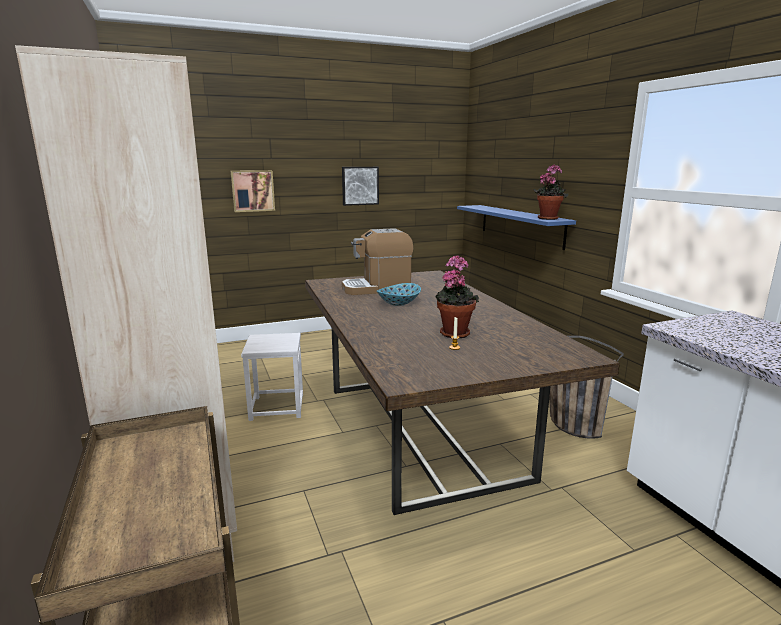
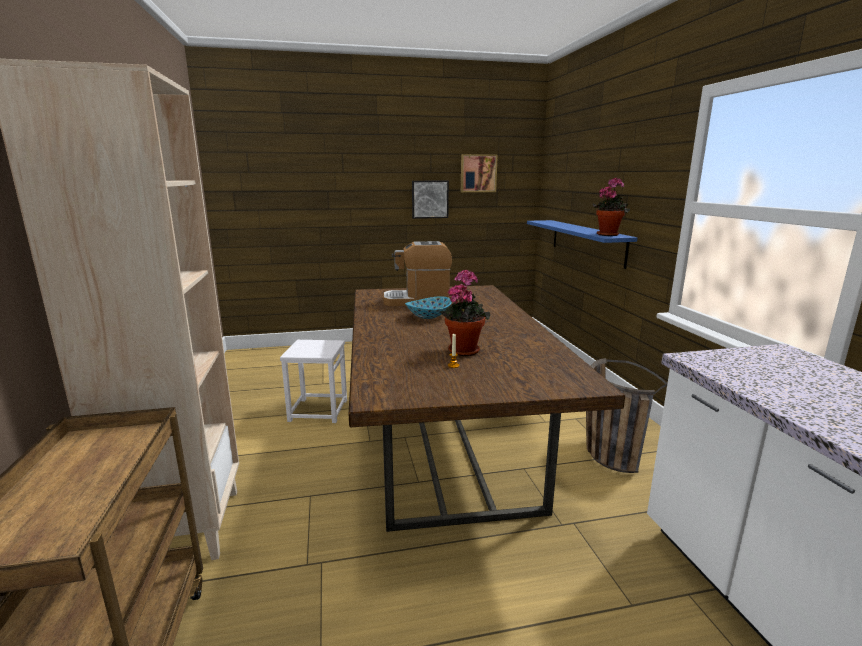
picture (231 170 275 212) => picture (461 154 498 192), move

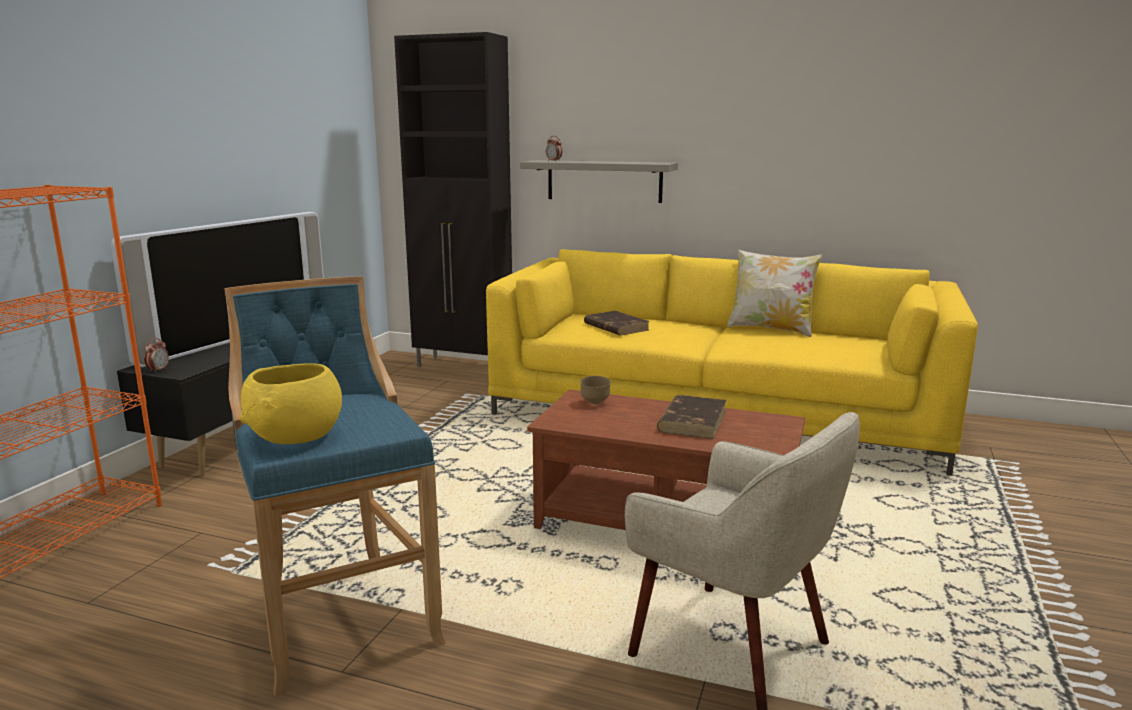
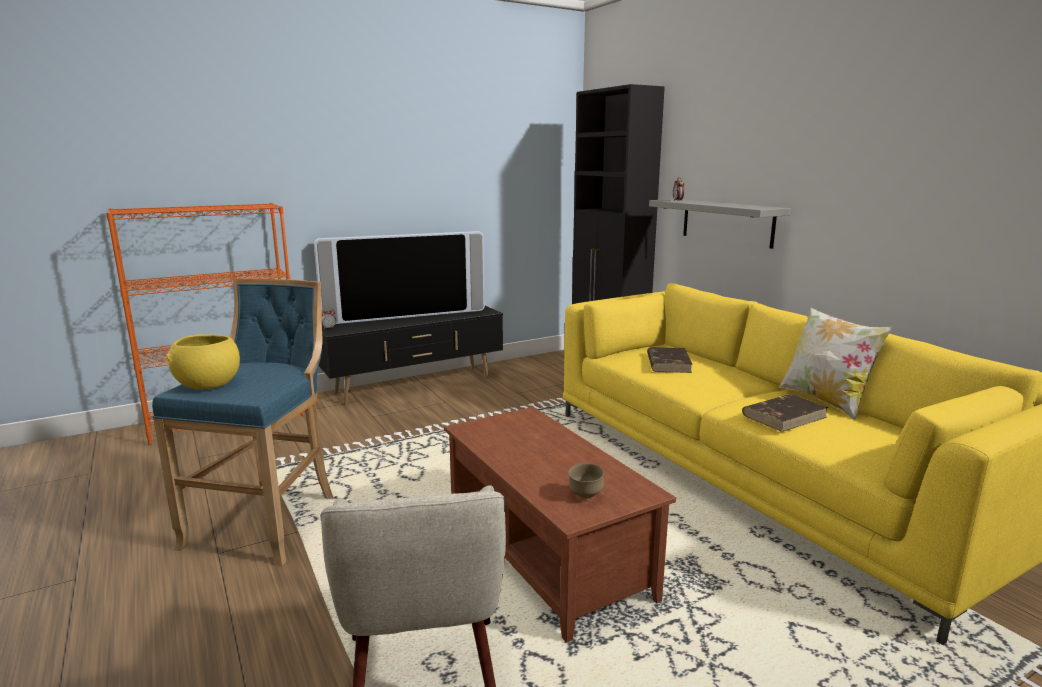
brown bowl (580 376 611 404) => brown bowl (568 463 604 499), move
brown book (657 395 726 439) => brown book (742 394 829 432), move

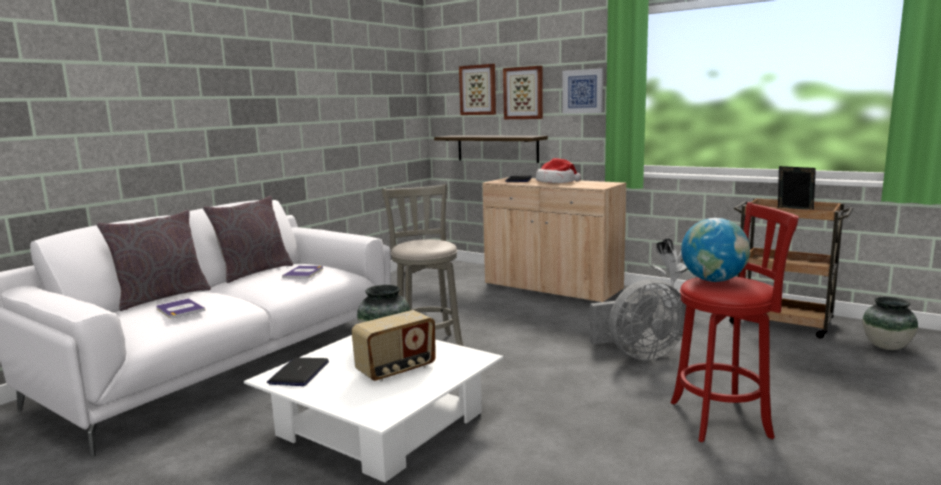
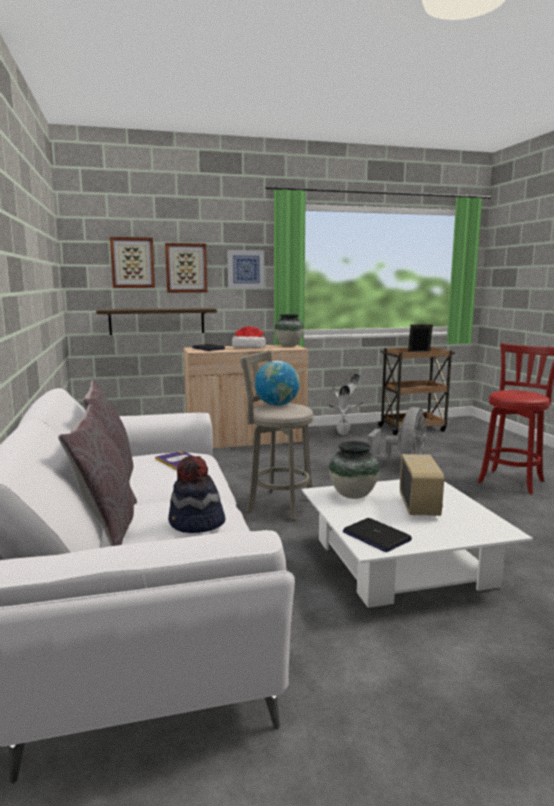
book (156 298 205 318) => hat (168 456 225 533)
globe (681 218 750 282) => globe (255 361 300 406), move
vase (863 297 918 350) => vase (274 314 304 347), move

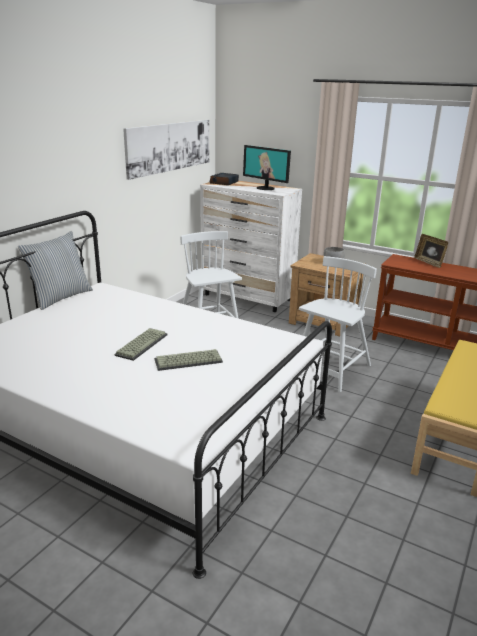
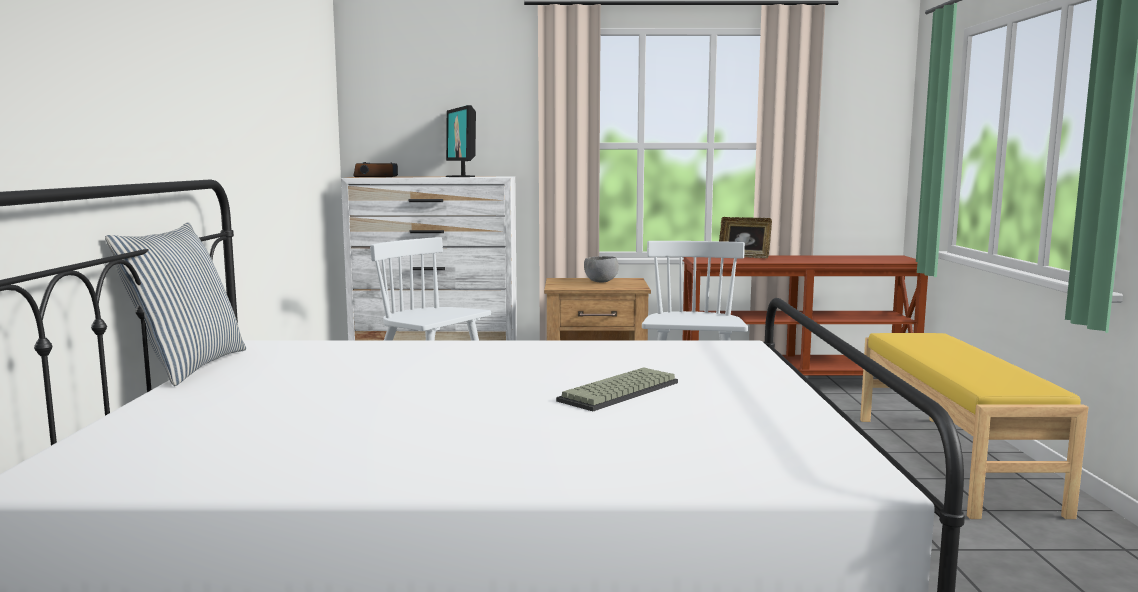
keyboard (115 328 168 361) => nothing
picture (123 120 209 180) => nothing
monitor (243 145 291 190) => monitor (446 105 476 177), 60 degrees clockwise

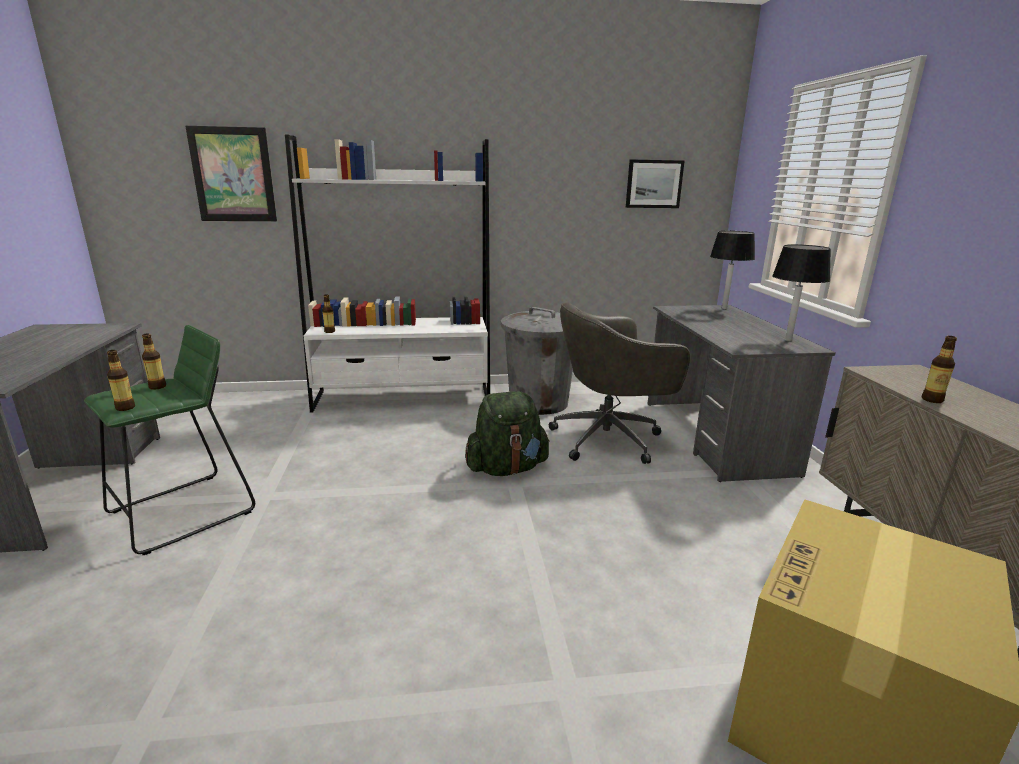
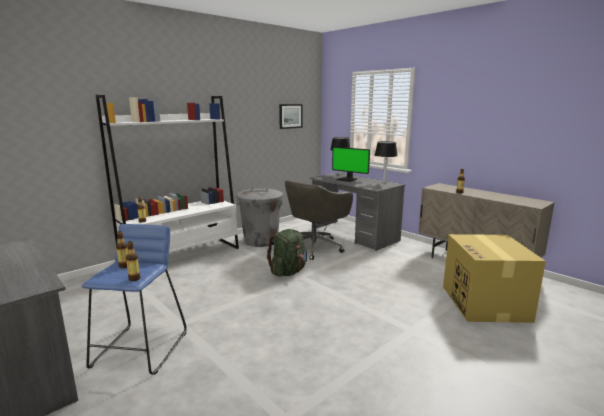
green stool (84 325 255 555) => blue stool (81 224 187 375)
picture (185 126 277 221) => nothing
nothing => monitor (332 147 370 182)

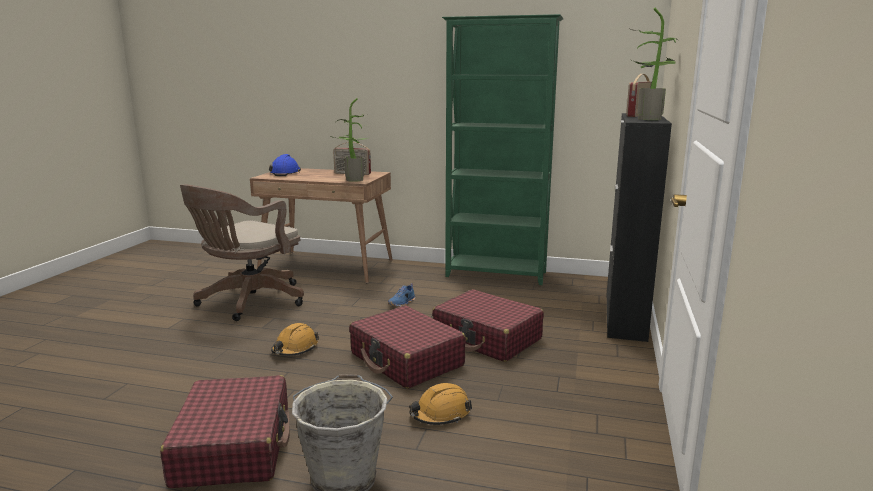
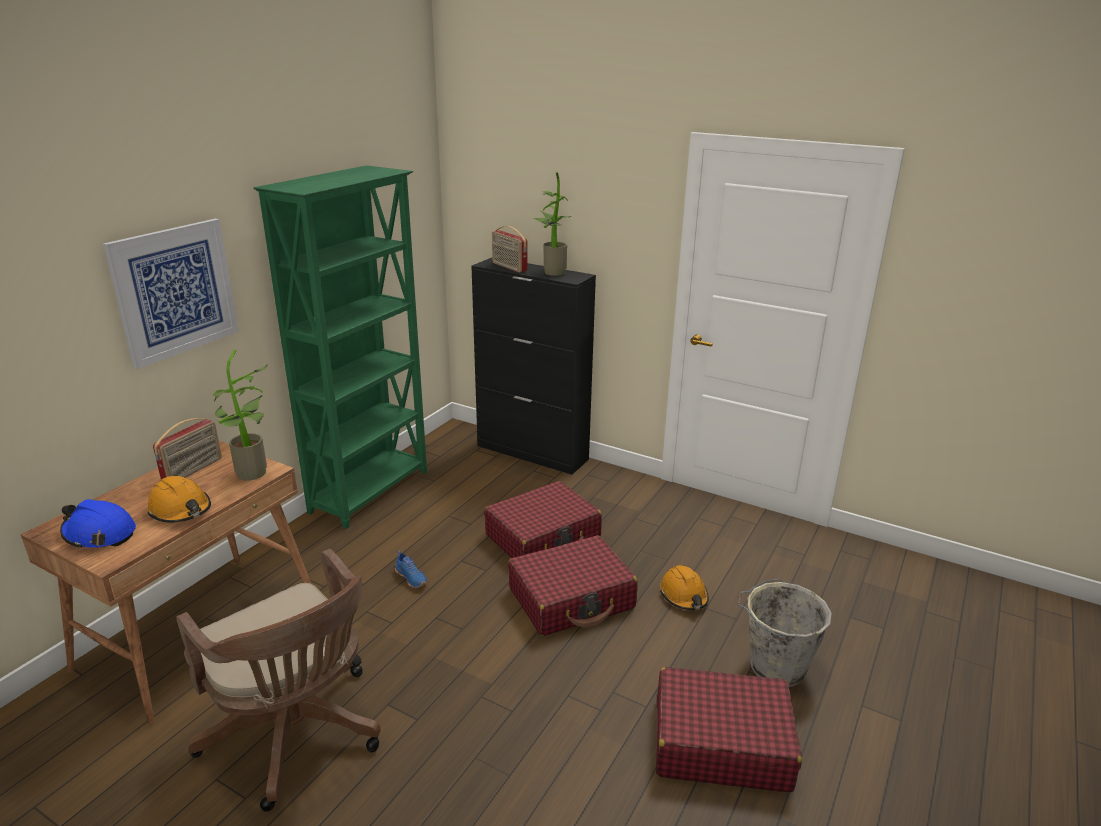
orange hard hat (271 323 319 356) => orange hard hat (148 476 211 523), move
nothing => picture (103 219 239 369)

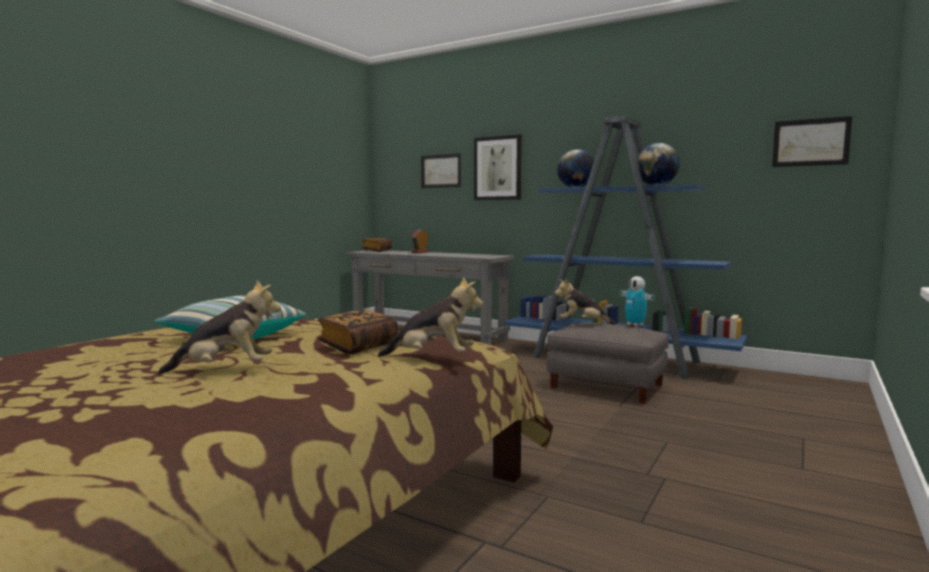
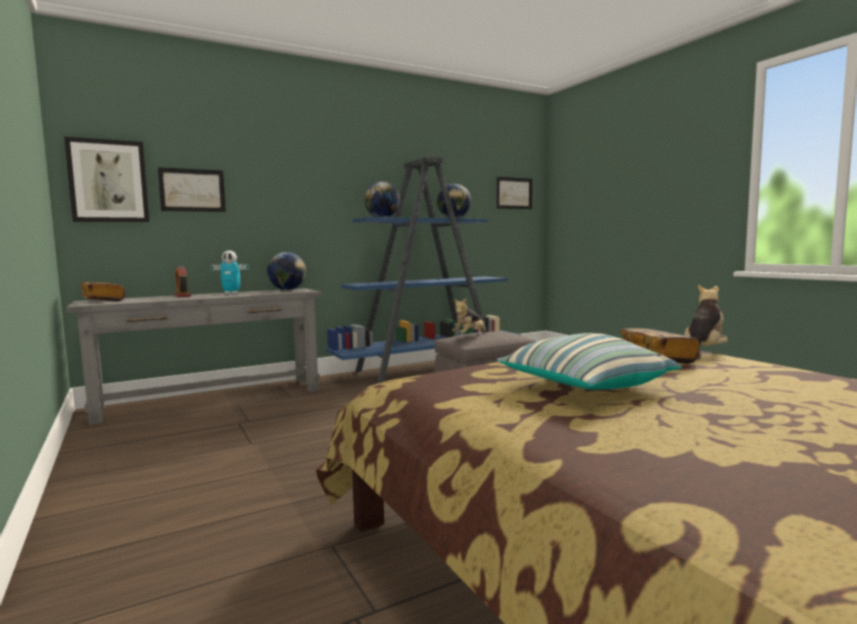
plush toy (158 280 281 374) => nothing
picture (474 134 522 200) => picture (64 136 149 222), move
toy robot (620 276 655 327) => toy robot (211 250 249 294), move
nothing => globe (267 252 306 290)

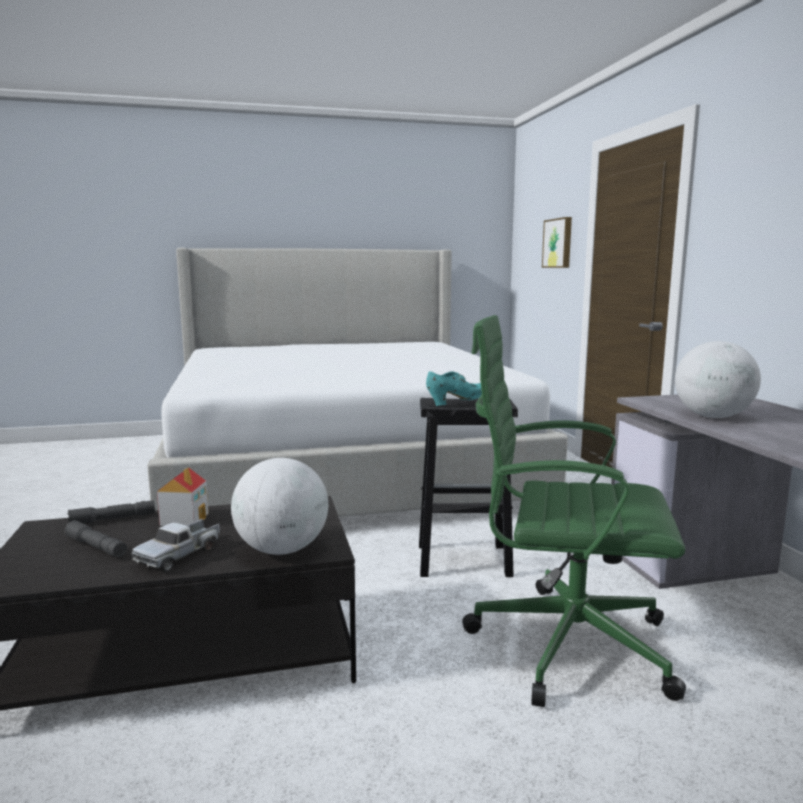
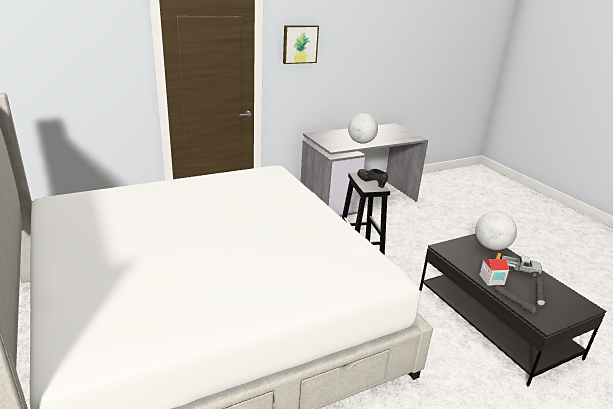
turquoise shoe (426 371 482 406) => black shoe (357 168 388 188)
green office chair (462 315 686 707) => nothing
picture (542 217 572 268) => picture (283 25 319 64), move

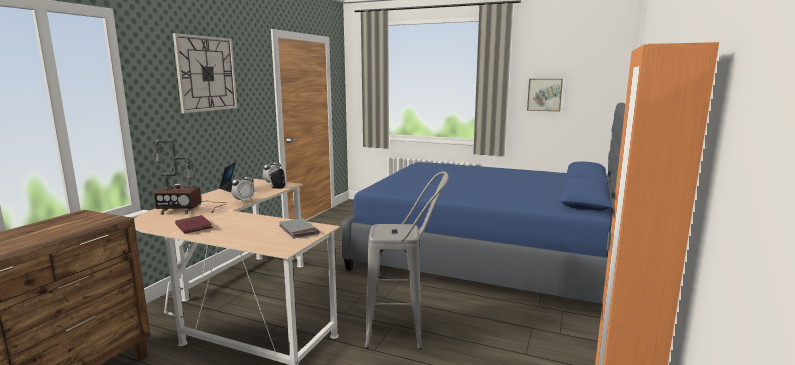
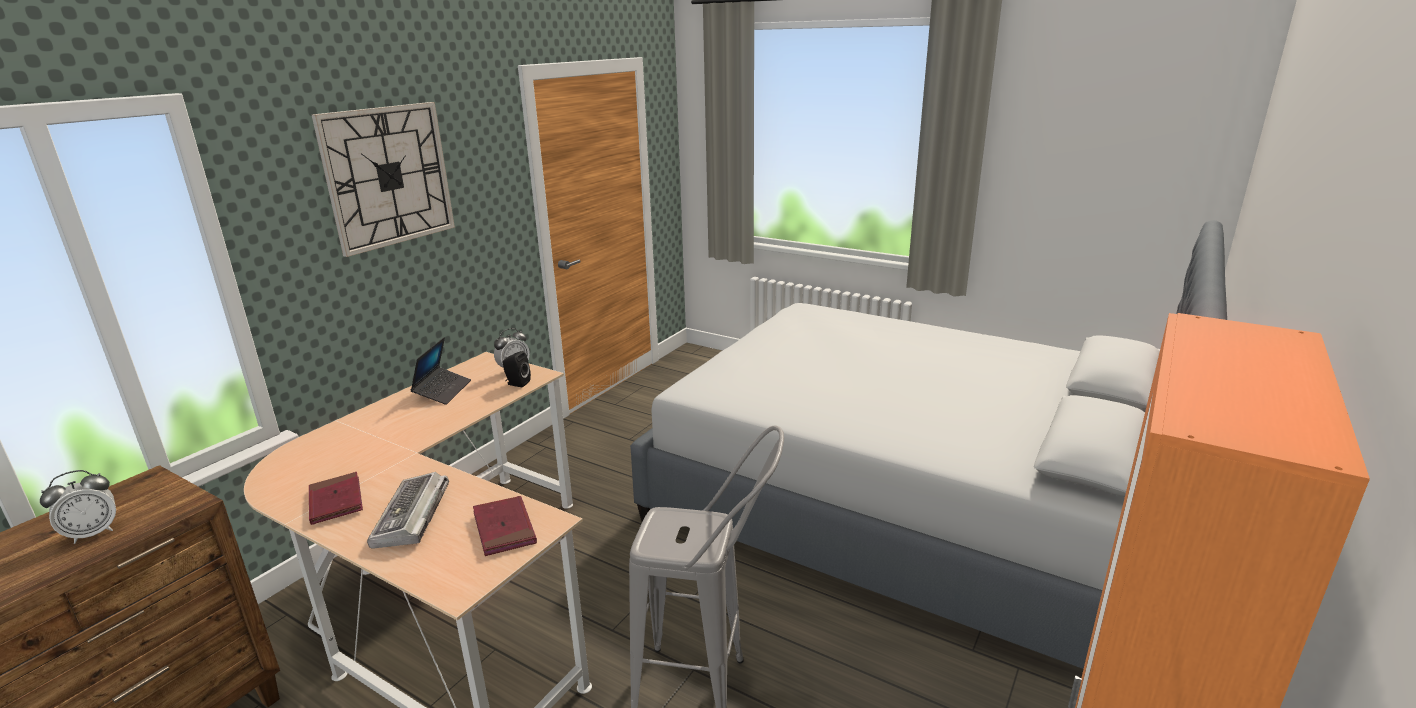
table lamp (150 139 226 215) => nothing
alarm clock (231 173 255 203) => alarm clock (40 470 116 544), move
grey book (278 218 319 239) => red book (473 496 537 556)
blue bed (341 103 625 304) => grey bed (630 220 1227 669)
picture (527 79 563 111) => nothing
nothing => keyboard (367 472 449 549)

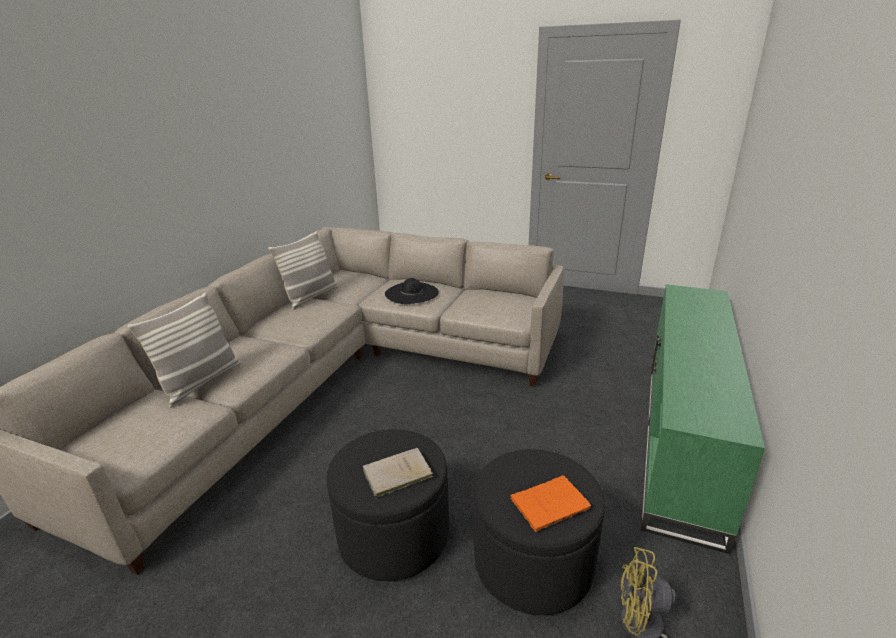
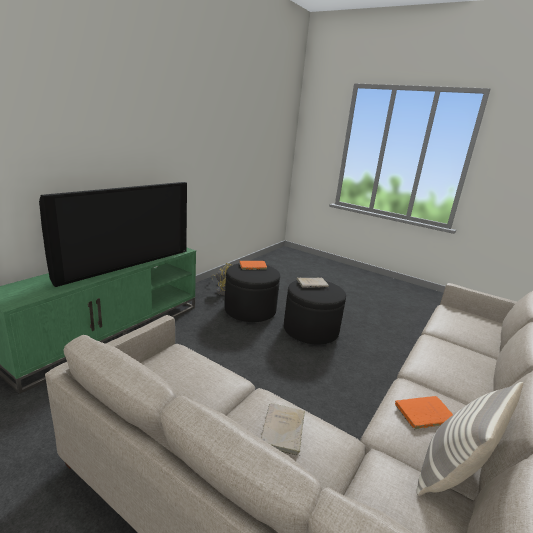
pillow (127 292 241 408) => nothing
black hat (385 278 439 304) => beige book (261 403 305 456)
nothing => television (39 182 187 287)
nothing => orange book (395 396 453 429)

